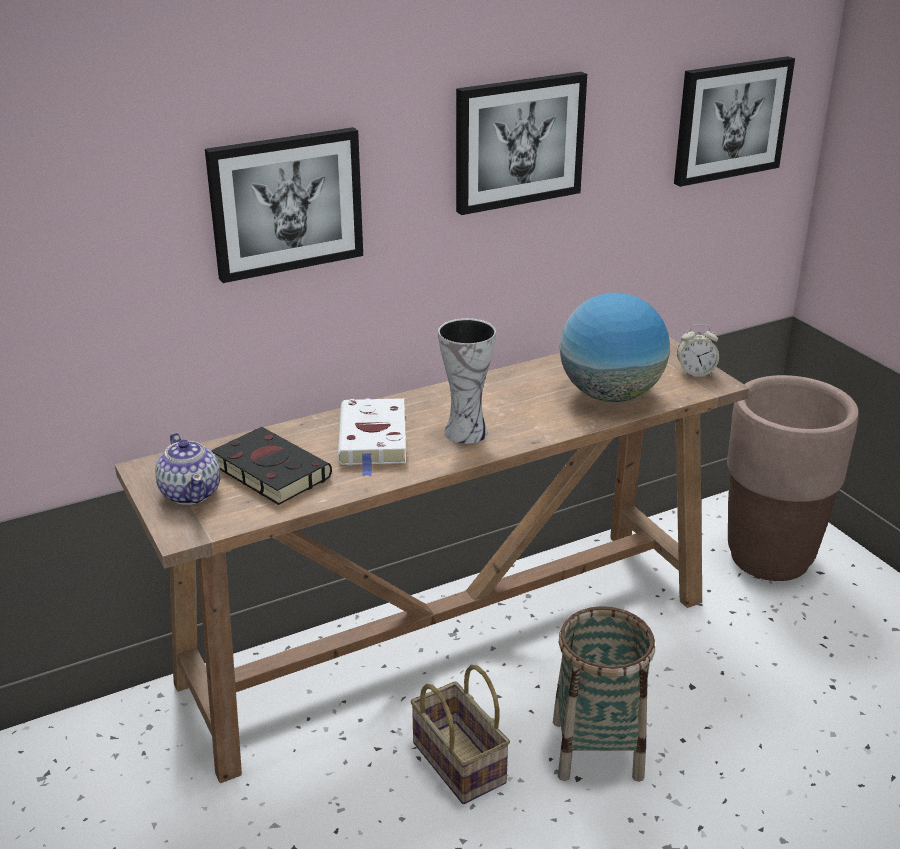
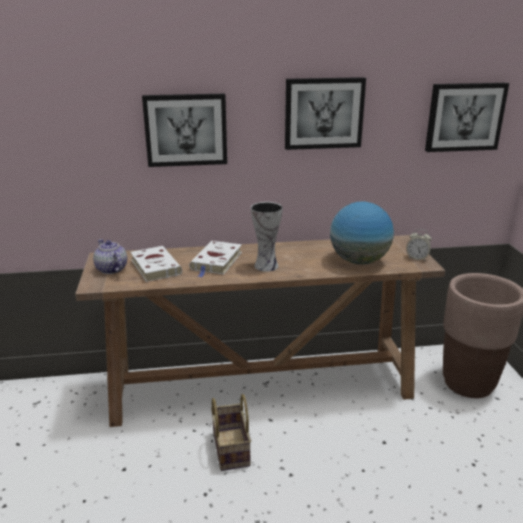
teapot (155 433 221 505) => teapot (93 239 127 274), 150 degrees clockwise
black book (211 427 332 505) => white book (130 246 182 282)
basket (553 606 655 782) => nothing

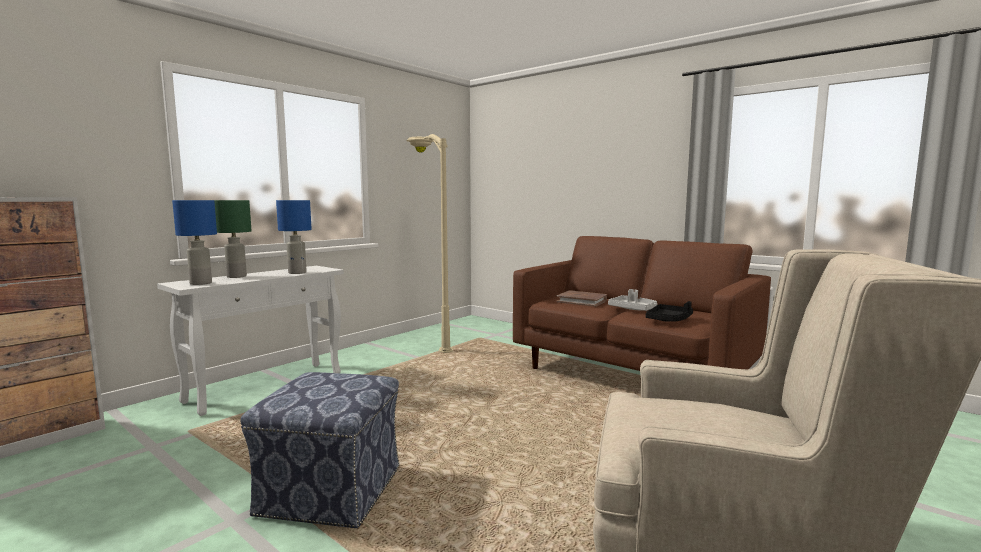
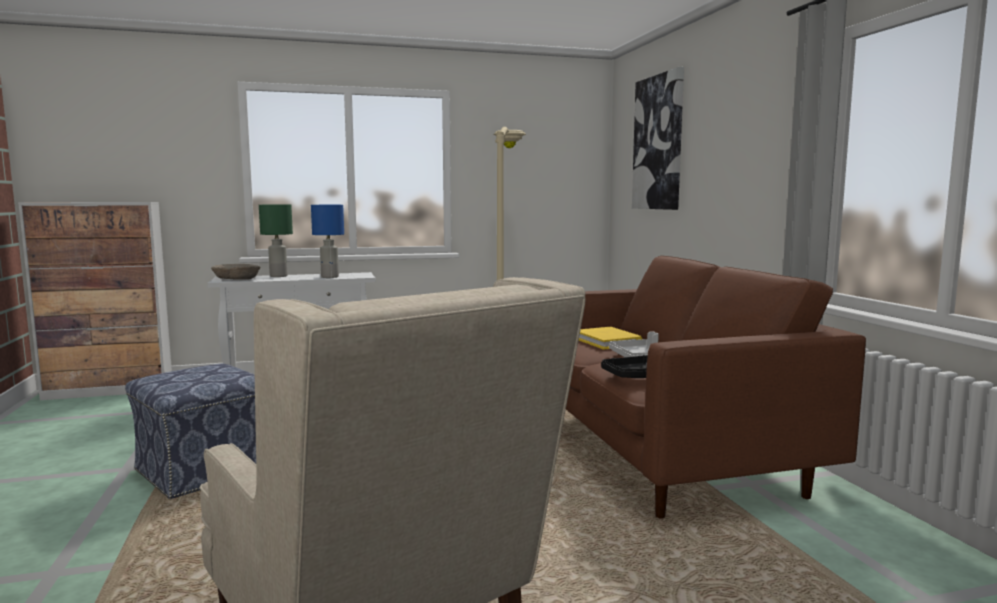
blue table lamp (172 200 217 285) => beige bowl (211 264 260 280)
brown book (556 290 607 307) => yellow book (579 327 642 350)
nothing => picture (632 67 684 210)

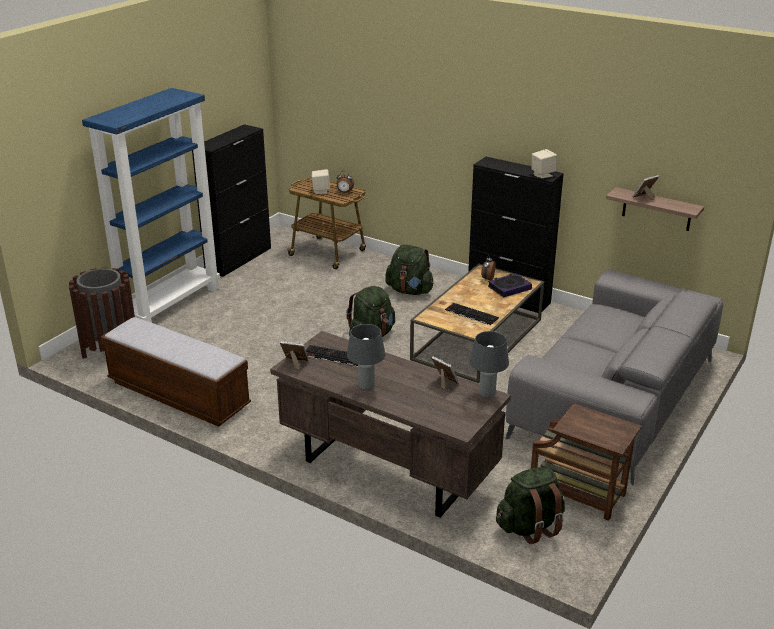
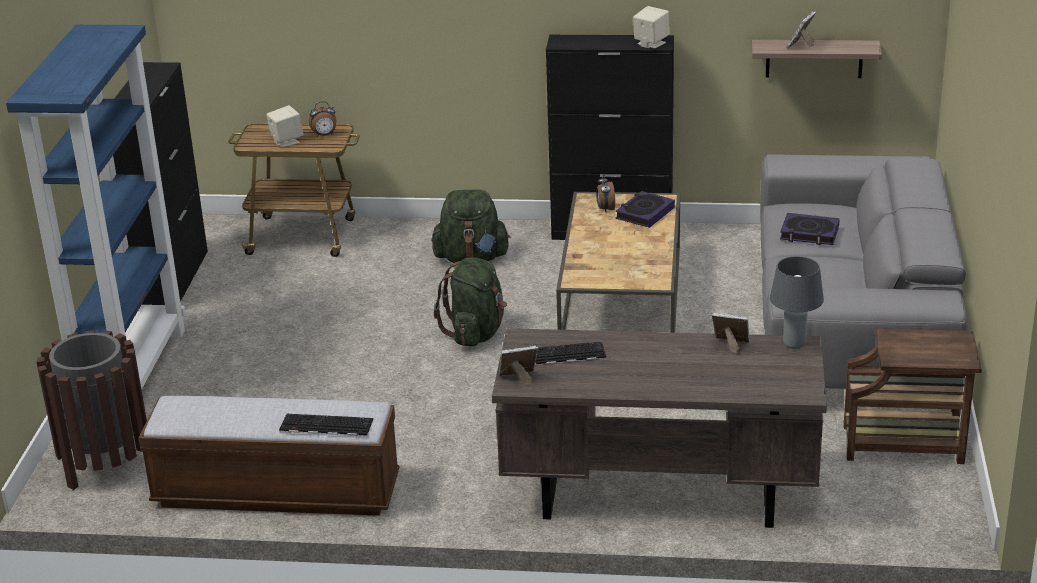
grey table lamp (347 324 385 391) => nothing
keyboard (445 303 499 325) => keyboard (279 414 373 436), move
green backpack (496 467 565 544) => nothing
nothing => book (780 213 840 245)

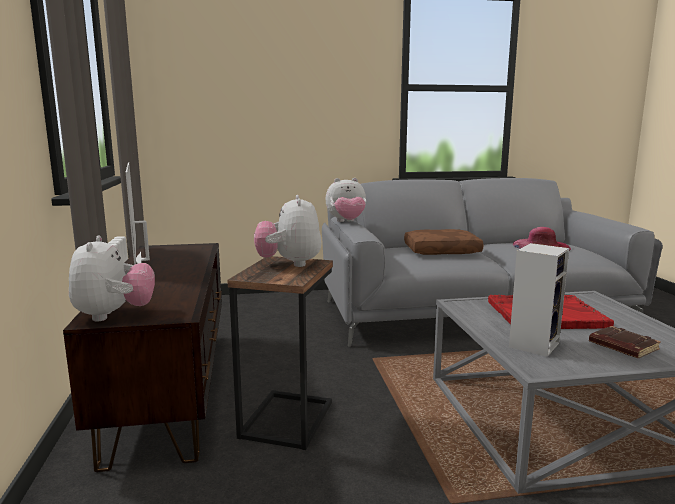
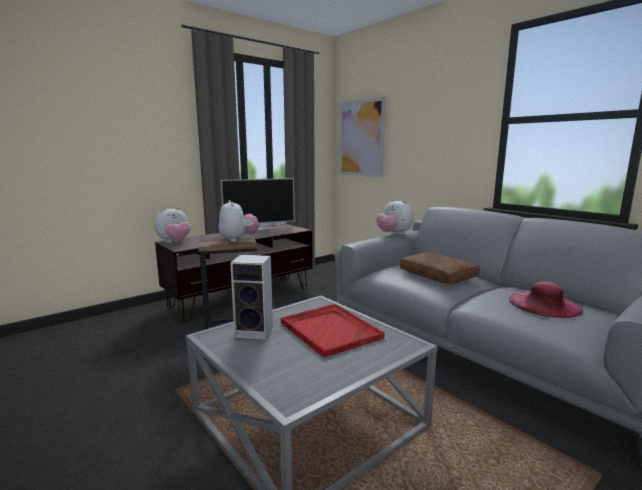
television (126 163 150 265) => television (221 178 295 230), 150 degrees counterclockwise
plush toy (254 195 321 267) => plush toy (219 200 259 242), 105 degrees clockwise
brown book (589 326 661 358) => nothing
nothing => picture (340 97 386 177)

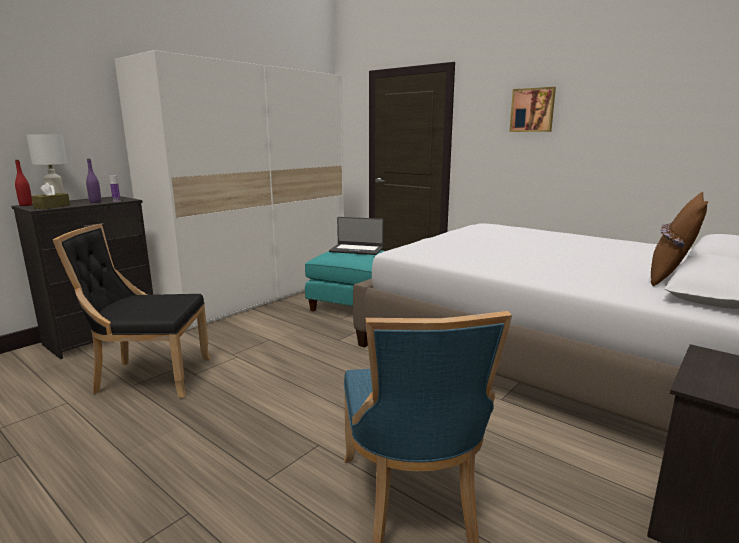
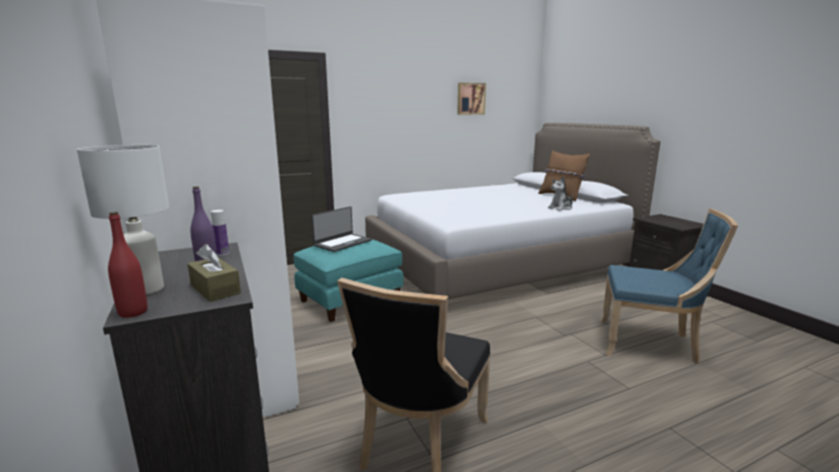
picture (509 87 556 132) => picture (457 83 486 115), move
nothing => plush toy (548 176 573 211)

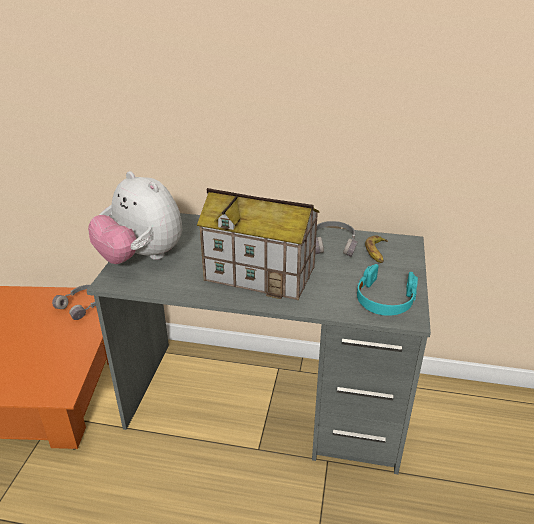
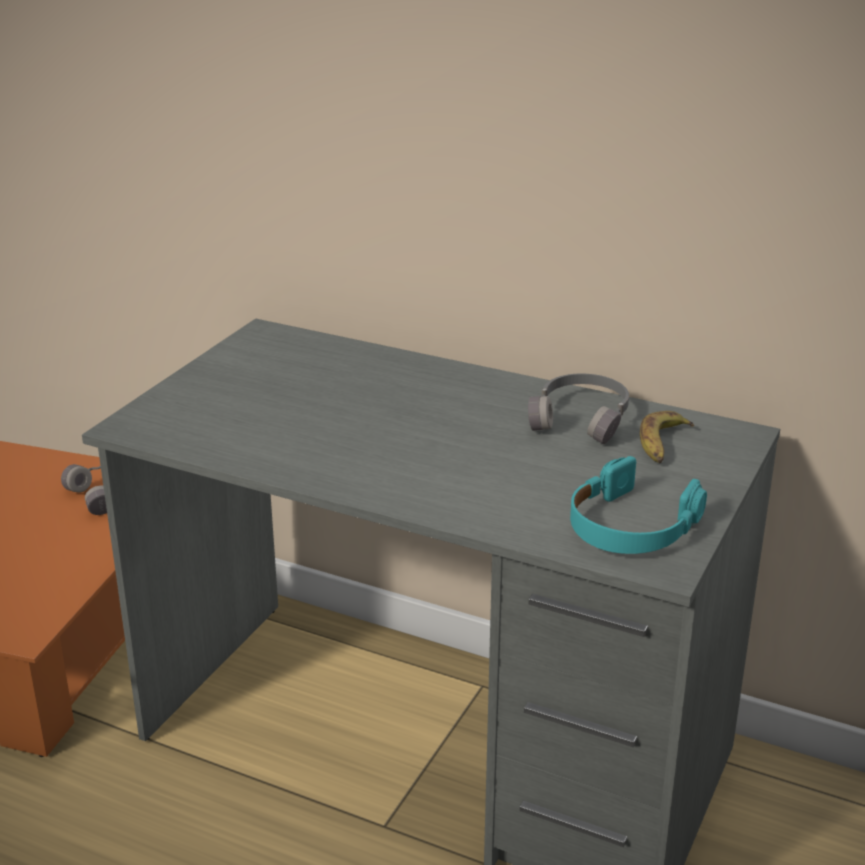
plush toy (88 171 182 264) => nothing
toy house (197 188 320 300) => nothing

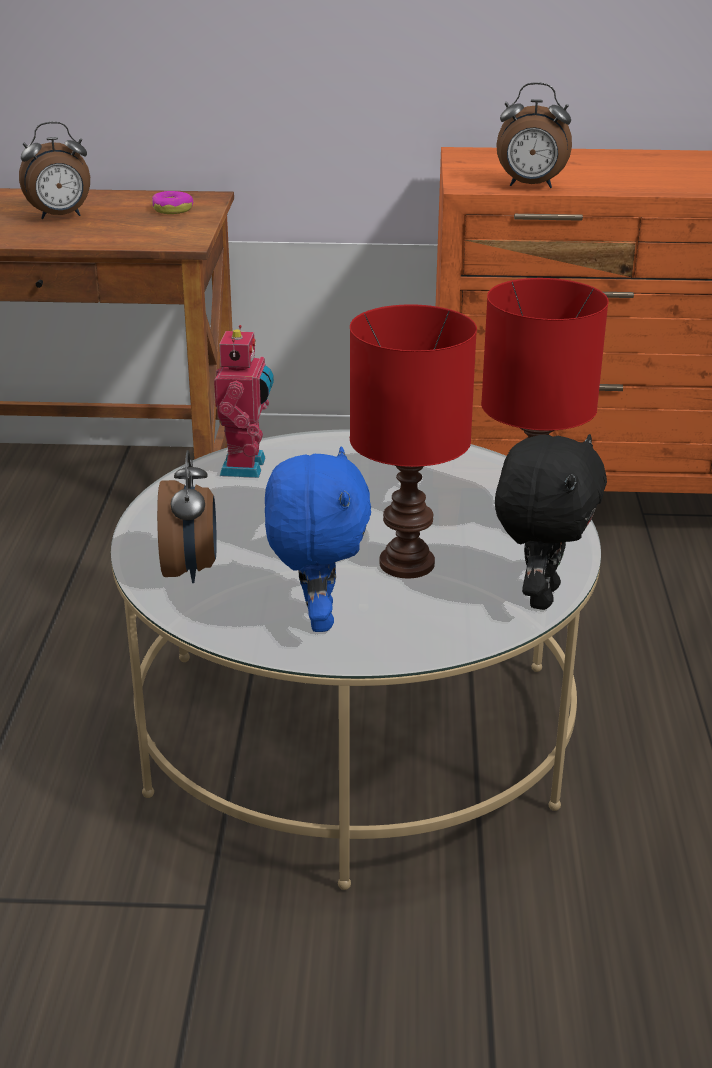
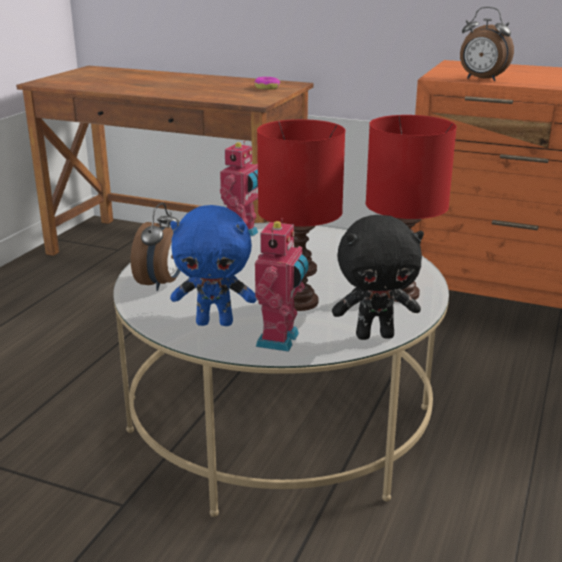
alarm clock (19 122 90 219) => nothing
blue plush toy (265 446 371 632) => blue plush toy (170 205 257 326), 75 degrees clockwise
black plush toy (495 434 607 610) => black plush toy (332 215 424 340), 45 degrees clockwise
nothing => toy robot (255 218 309 352)

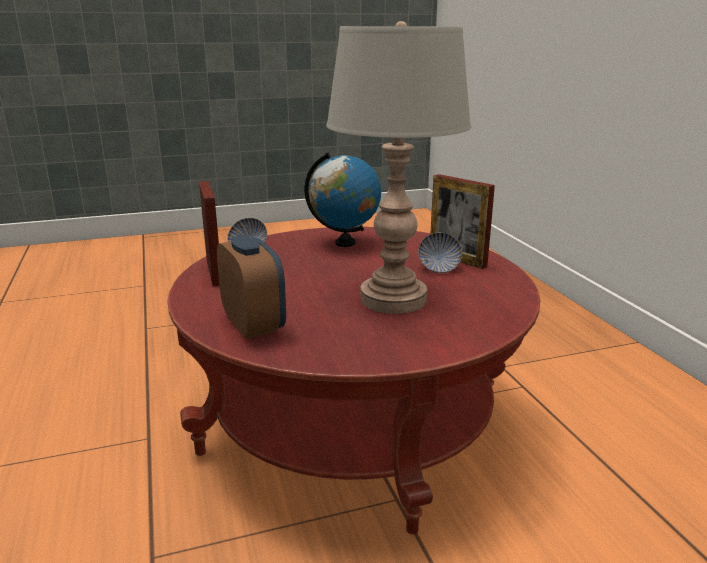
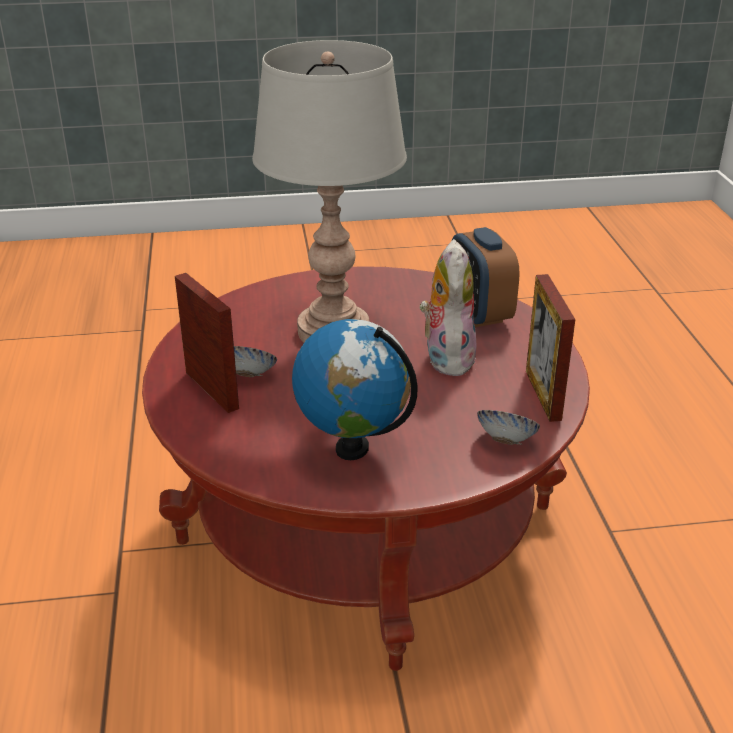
nothing => plush toy (420 239 477 376)

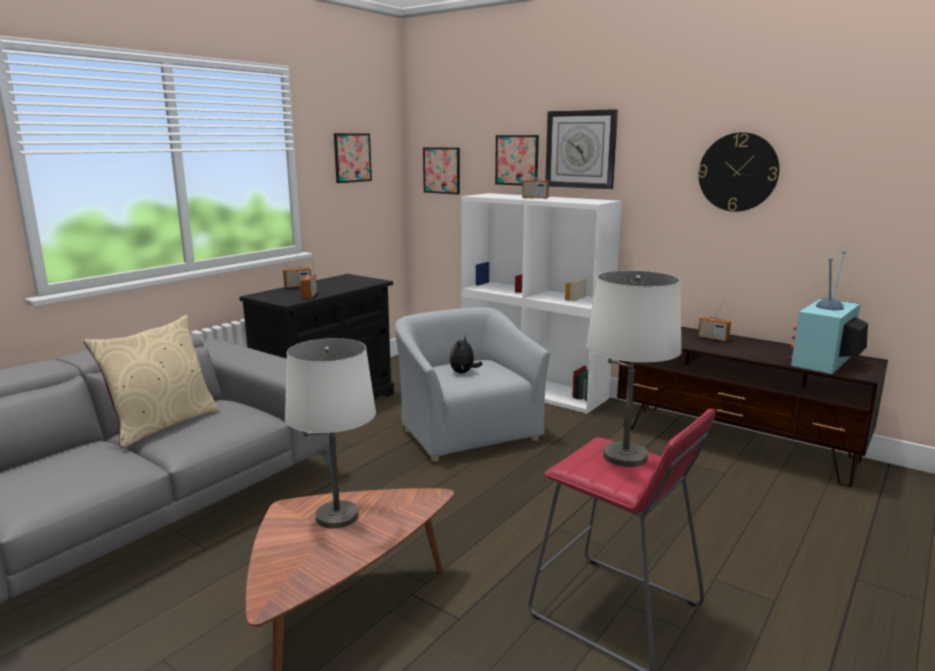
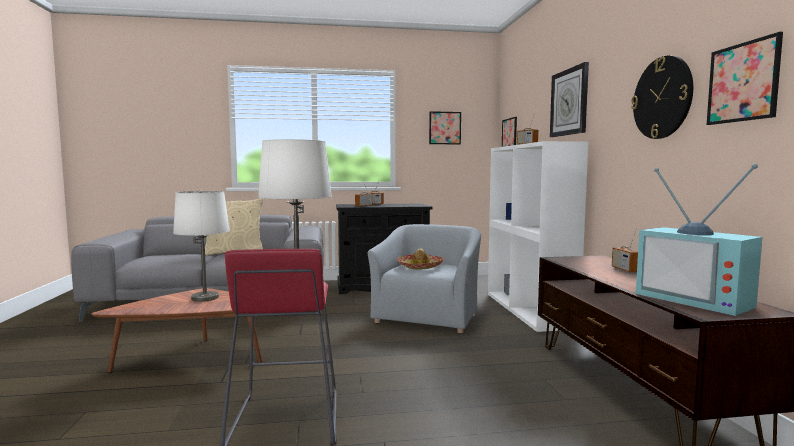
plush toy (450 336 482 373) => hat (397 249 444 269)
picture (495 135 539 186) => picture (707 32 783 125), move
television (791 250 868 374) => television (636 164 762 316), 120 degrees counterclockwise

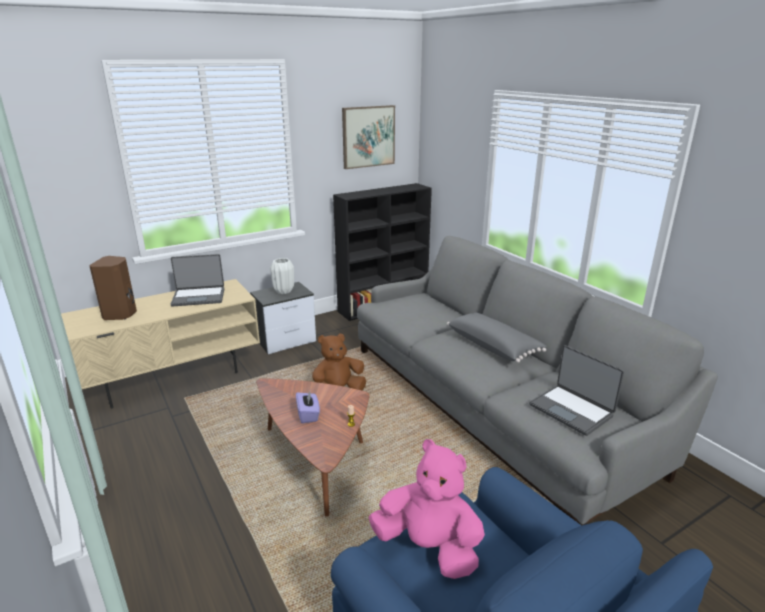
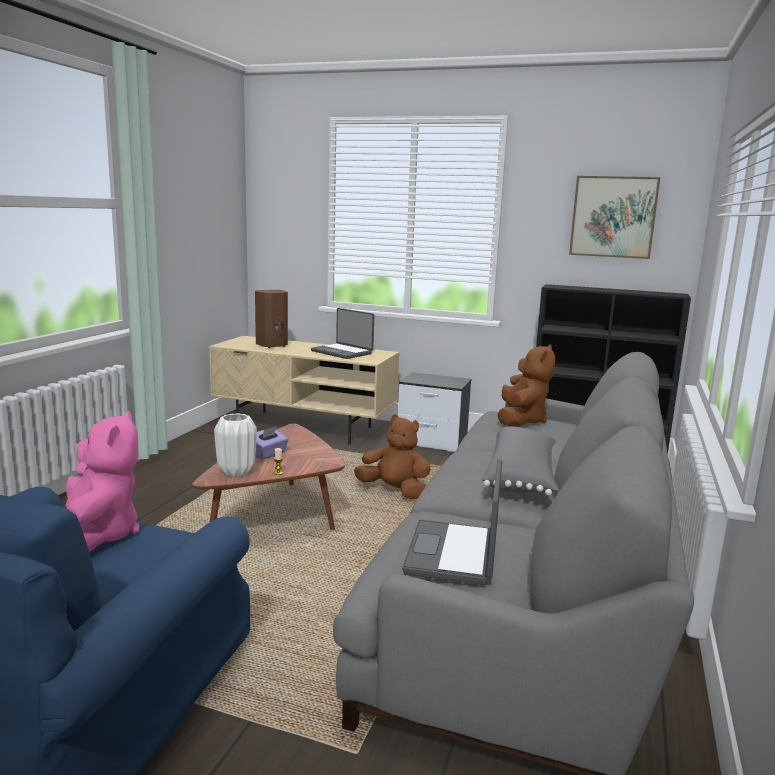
white vase (270 258 294 294) => white vase (214 413 257 477), move
nothing => brown plush toy (498 344 555 427)

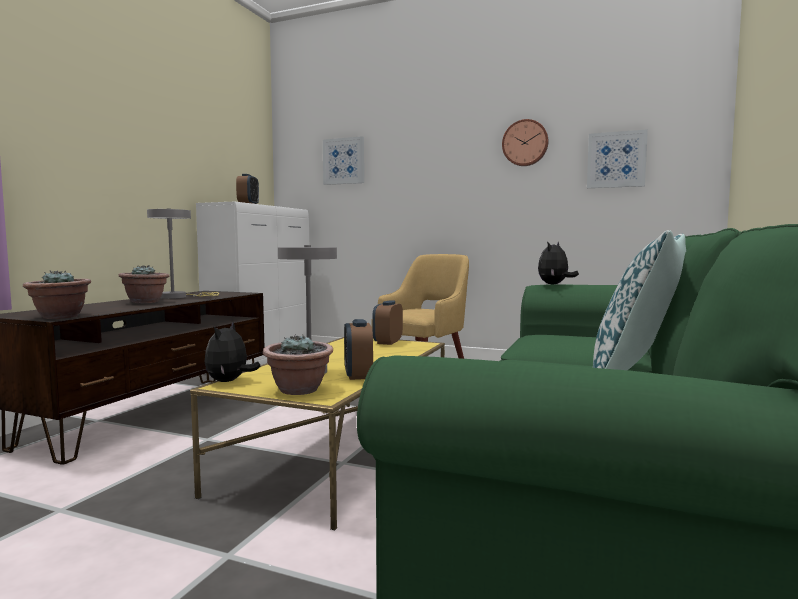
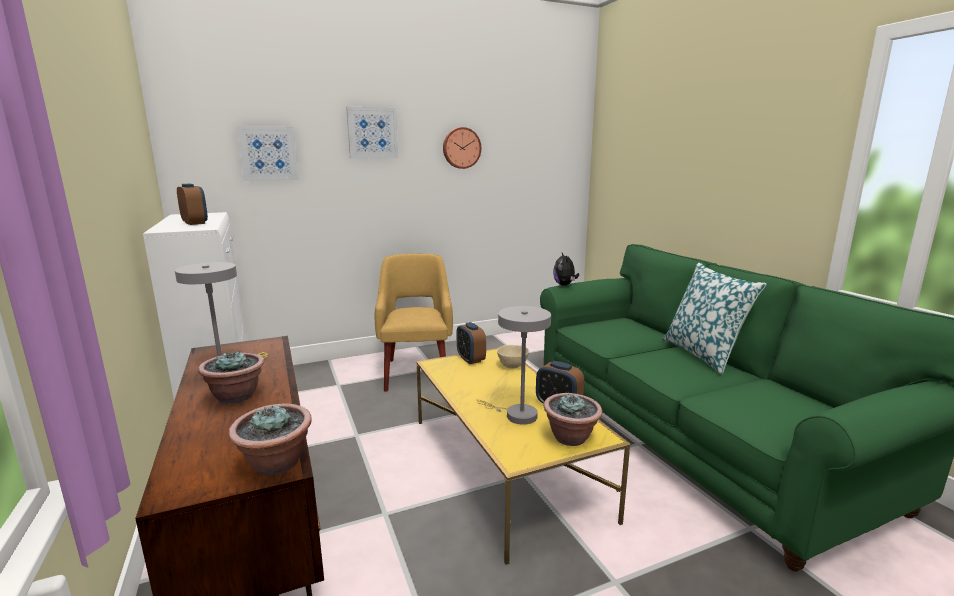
plush toy (205 322 261 382) => nothing
picture (587 129 648 188) => picture (346 107 398 158), move
nothing => beige bowl (497 345 529 369)

